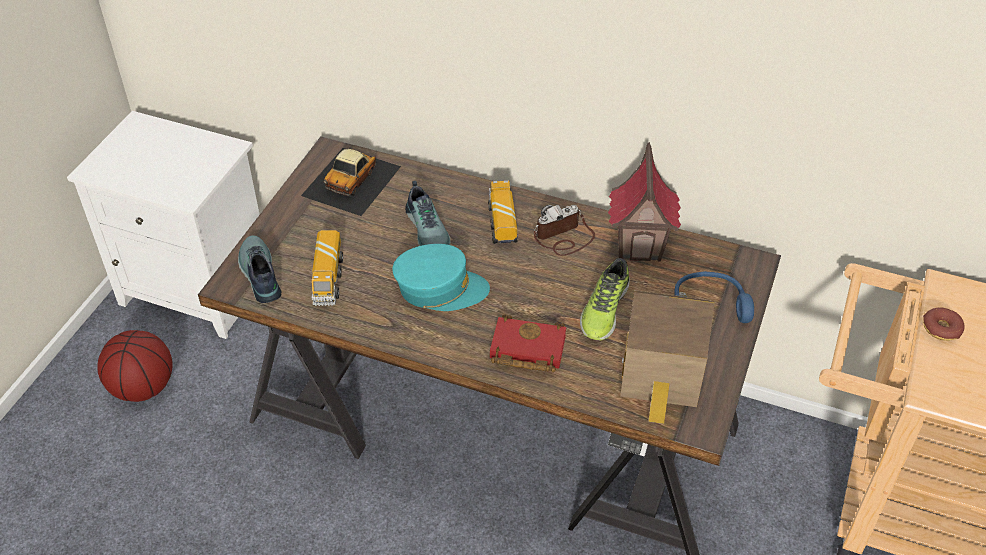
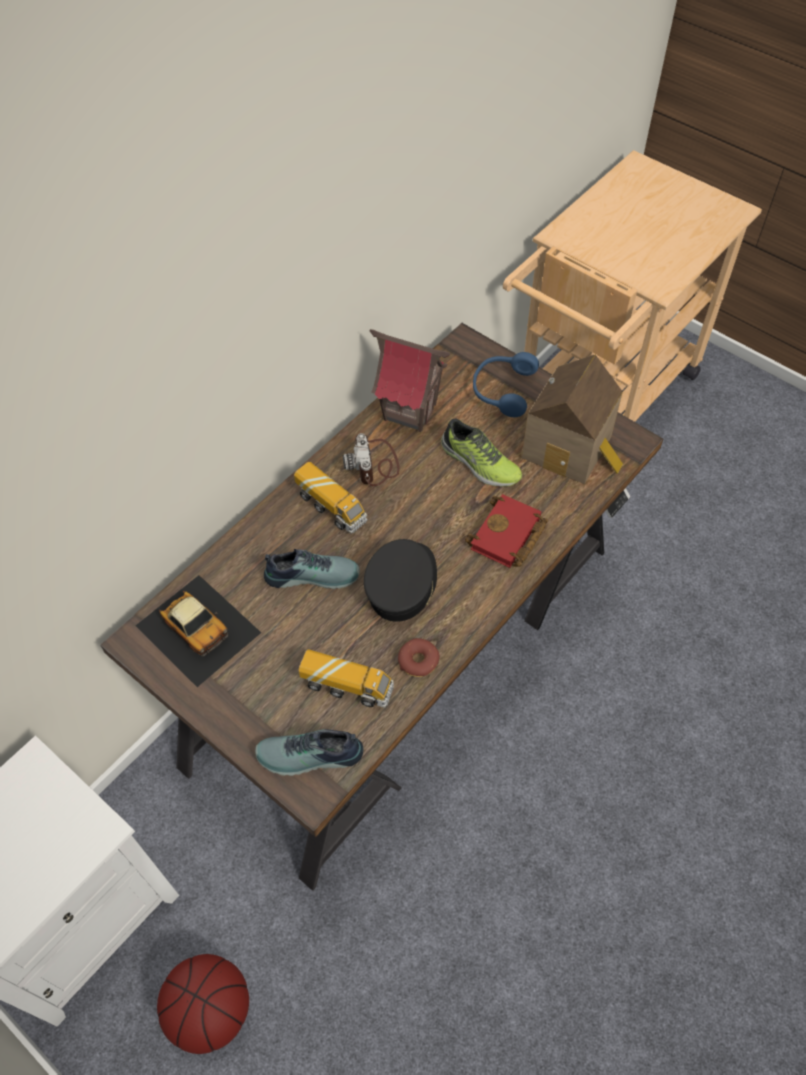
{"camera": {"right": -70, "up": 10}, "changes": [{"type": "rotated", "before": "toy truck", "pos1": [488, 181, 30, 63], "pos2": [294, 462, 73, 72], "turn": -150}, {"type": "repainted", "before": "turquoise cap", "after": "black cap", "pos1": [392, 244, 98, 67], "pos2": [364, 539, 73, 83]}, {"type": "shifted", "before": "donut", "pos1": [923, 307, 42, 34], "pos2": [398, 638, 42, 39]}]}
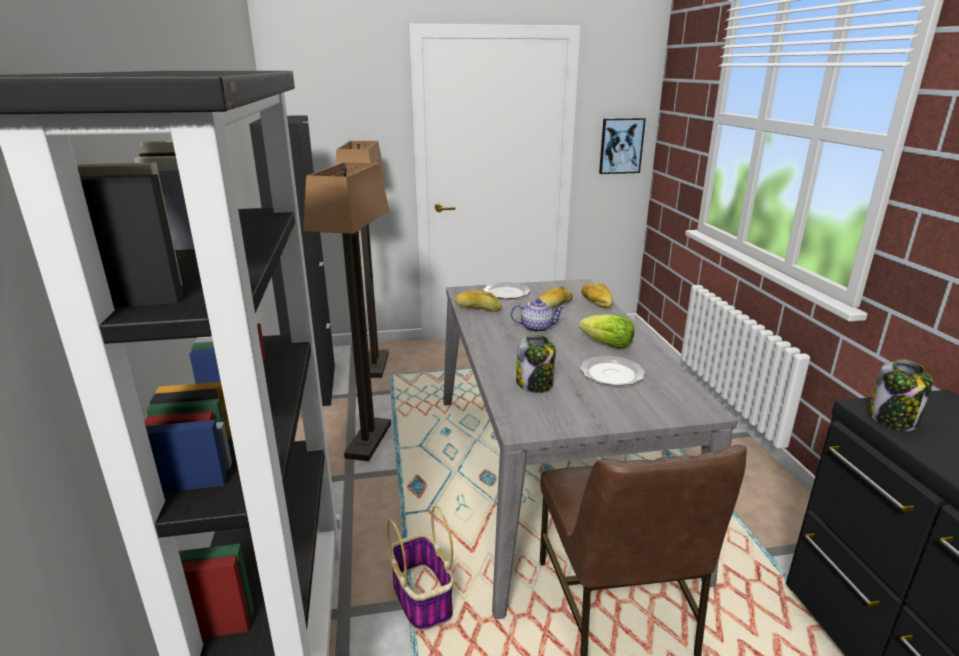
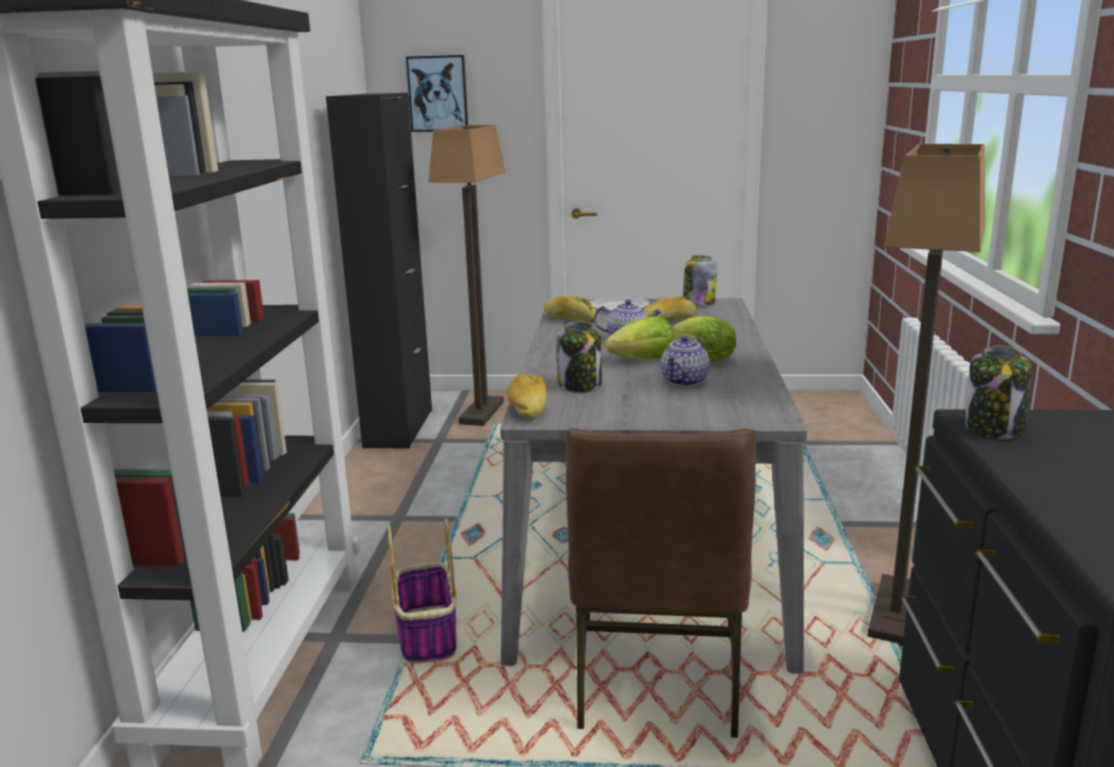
{"camera": {"right": 15, "up": -5}, "changes": [{"type": "shifted", "before": "picture", "pos1": [599, 118, 47, 56], "pos2": [406, 55, 62, 77]}, {"type": "shifted", "before": "bread", "pos1": [581, 283, 32, 25], "pos2": [507, 373, 40, 46]}, {"type": "new", "after": "lettuce", "pos2": [604, 316, 70, 44]}, {"type": "swapped", "before": "plate", "after": "teapot", "pos1": [580, 356, 65, 30], "pos2": [661, 336, 49, 51]}, {"type": "new", "after": "jar", "pos2": [683, 255, 34, 50]}, {"type": "shifted", "before": "floor lamp", "pos1": [303, 162, 88, 299], "pos2": [867, 144, 118, 502]}]}
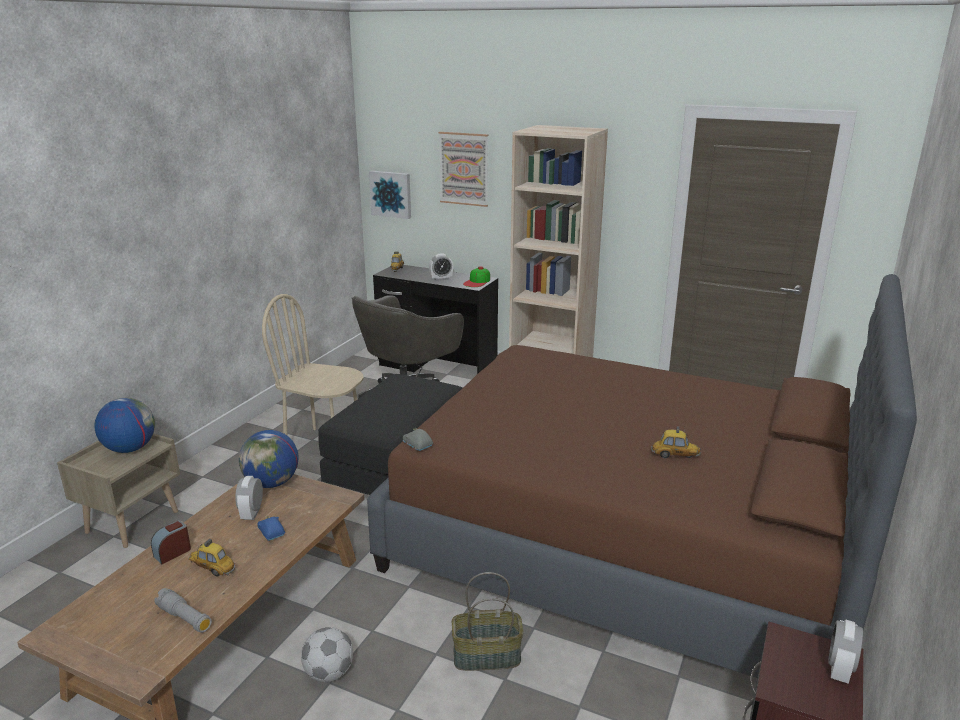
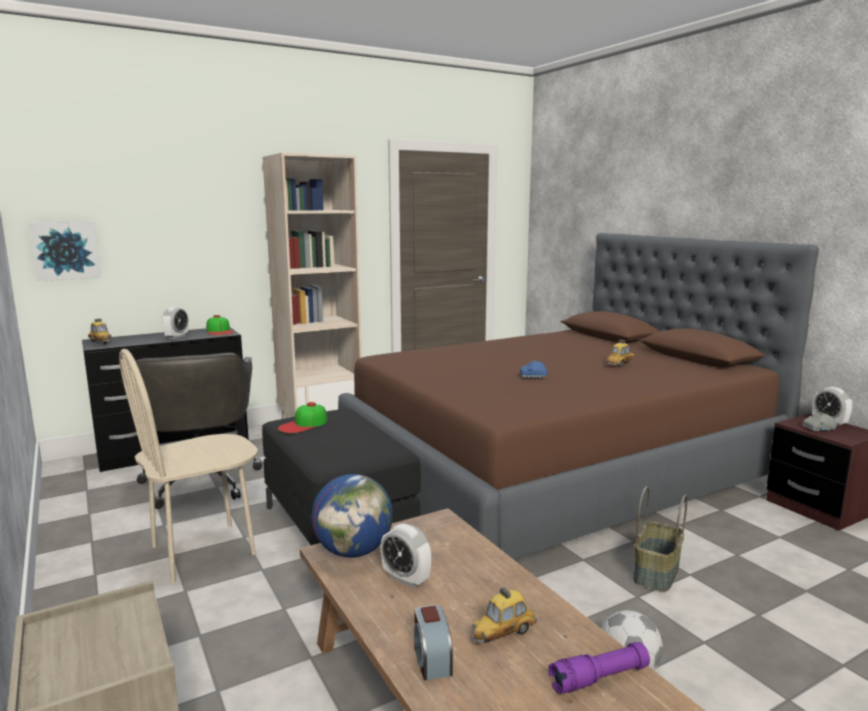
{"camera": {"right": -55, "up": -10}, "changes": [{"type": "new", "after": "cap", "pos2": [278, 402, 49, 31]}, {"type": "shifted", "before": "blue toy car", "pos1": [257, 516, 28, 25], "pos2": [520, 361, 27, 17]}, {"type": "repainted", "before": "grey flashlight", "after": "purple flashlight", "pos1": [154, 588, 58, 45], "pos2": [548, 642, 102, 52]}, {"type": "shifted", "before": "grey toy car", "pos1": [403, 429, 30, 22], "pos2": [803, 412, 34, 20]}, {"type": "gone", "before": "globe", "pos1": [94, 398, 61, 55]}, {"type": "gone", "before": "picture", "pos1": [439, 132, 49, 75]}]}
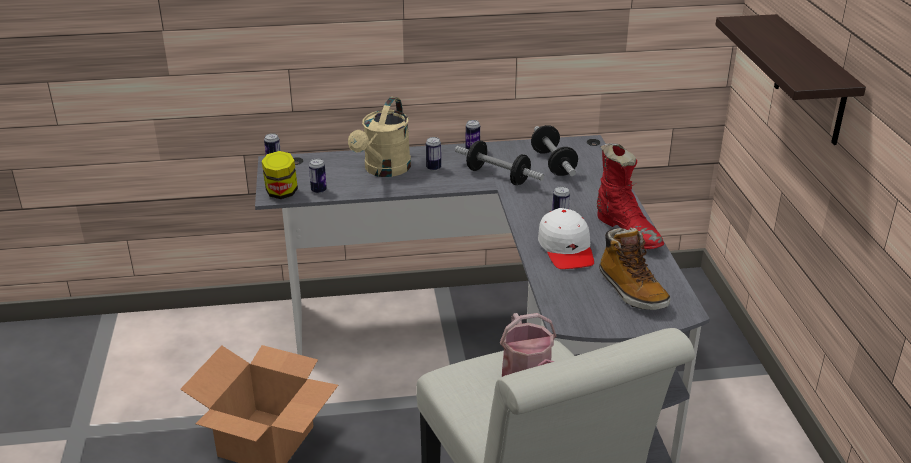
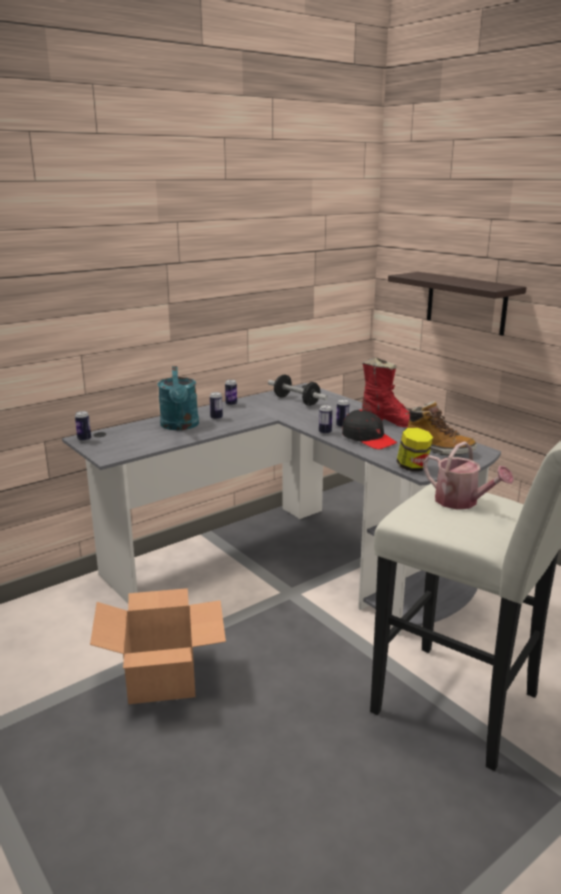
{"camera": {"right": -30, "up": -10}, "changes": [{"type": "repainted", "before": "beige watering can", "after": "turquoise watering can", "pos1": [348, 97, 63, 80], "pos2": [158, 366, 41, 64]}, {"type": "shifted", "before": "can", "pos1": [309, 159, 18, 35], "pos2": [319, 405, 13, 29]}, {"type": "repainted", "before": "white cap", "after": "black cap", "pos1": [538, 208, 56, 61], "pos2": [342, 409, 55, 40]}, {"type": "shifted", "before": "jar", "pos1": [262, 151, 36, 48], "pos2": [397, 428, 36, 44]}, {"type": "gone", "before": "dumbbell", "pos1": [455, 141, 89, 44]}]}
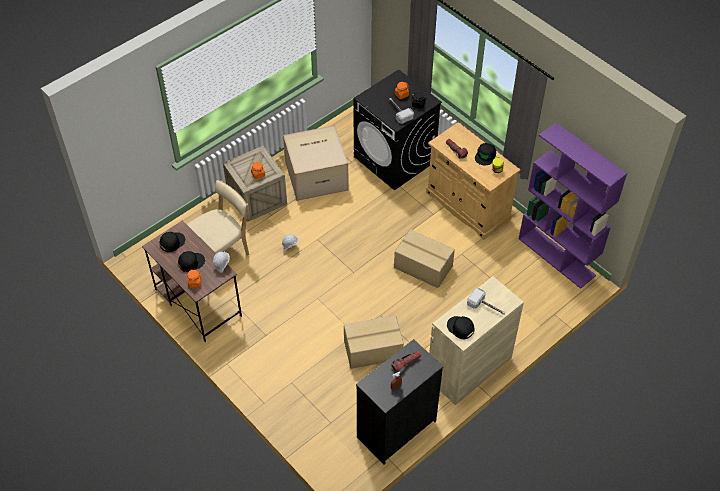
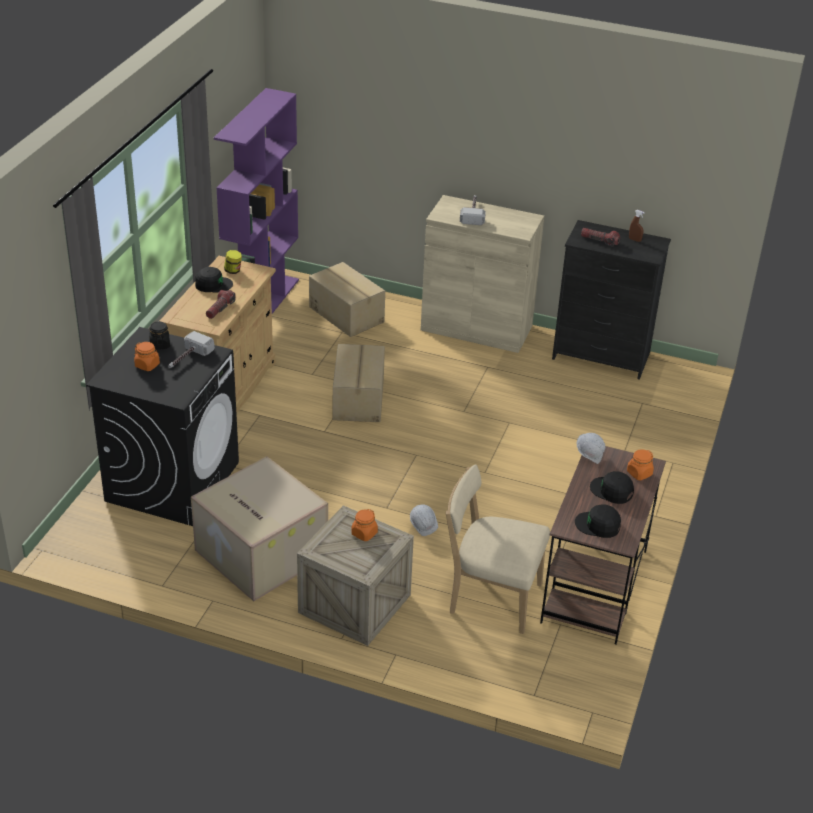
{"camera": {"right": -120, "up": -15}, "changes": [{"type": "shifted", "before": "cardboard box", "pos1": [344, 315, 60, 54], "pos2": [309, 262, 76, 75]}, {"type": "gone", "before": "black cap", "pos1": [447, 316, 27, 23]}]}
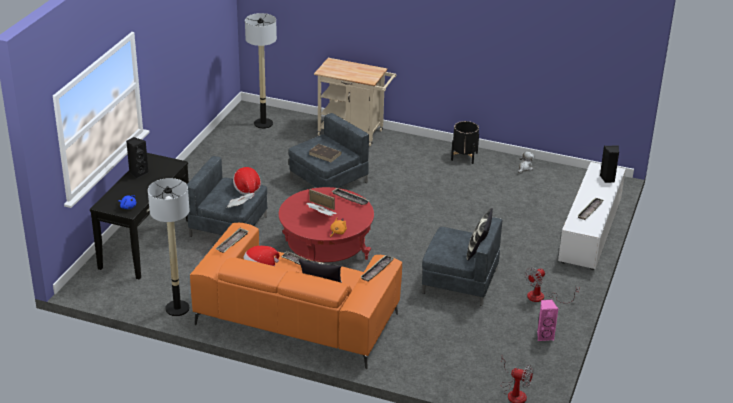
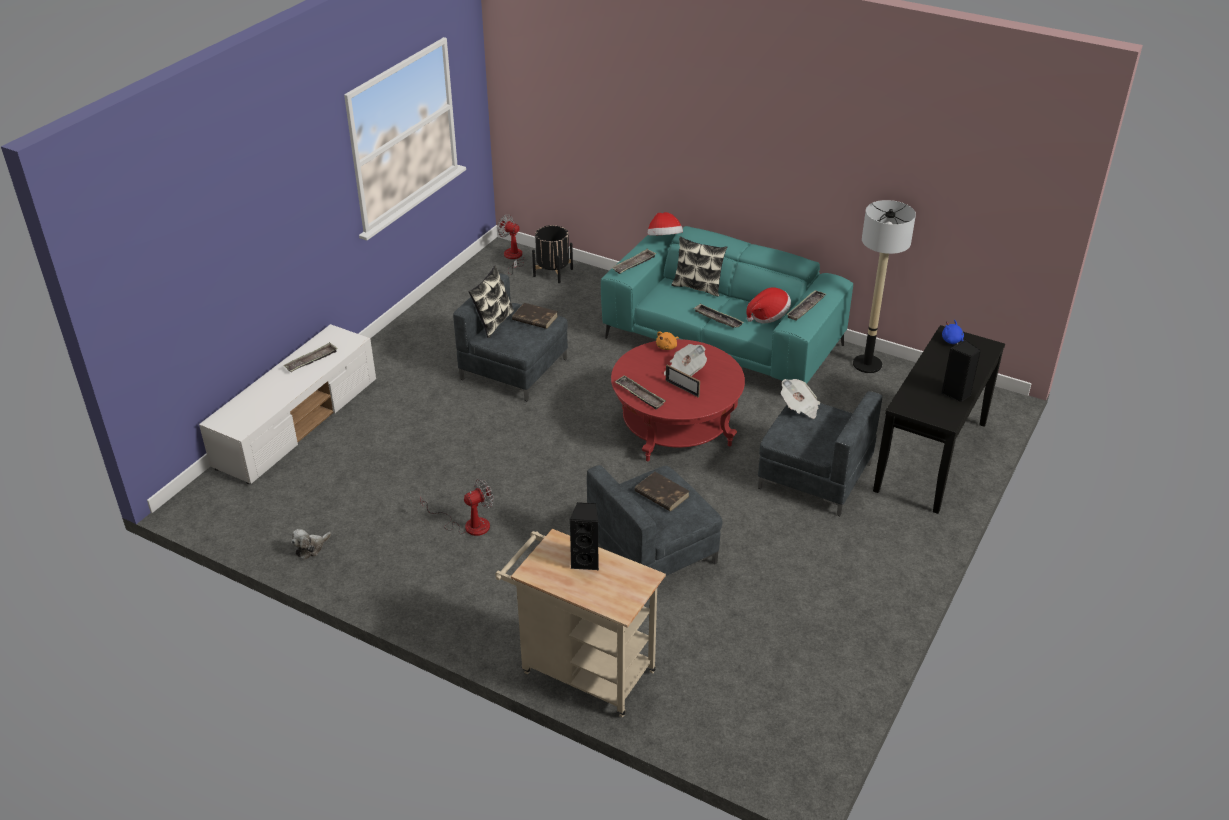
{"camera": {"right": -170, "up": 5}, "changes": [{"type": "shifted", "before": "fan", "pos1": [525, 267, 54, 36], "pos2": [420, 479, 74, 57]}, {"type": "new", "after": "brown book", "pos2": [512, 303, 46, 26]}, {"type": "shifted", "before": "black planter", "pos1": [451, 121, 28, 43], "pos2": [532, 225, 41, 58]}, {"type": "shifted", "before": "black speaker", "pos1": [600, 145, 19, 38], "pos2": [570, 502, 29, 68]}, {"type": "repainted", "before": "orange sofa", "after": "turquoise sofa", "pos1": [190, 223, 212, 146], "pos2": [601, 226, 252, 158]}, {"type": "shifted", "before": "hat", "pos1": [233, 167, 28, 30], "pos2": [648, 212, 35, 24]}, {"type": "gone", "before": "floor lamp", "pos1": [245, 13, 32, 116]}, {"type": "gone", "before": "pink speaker", "pos1": [537, 299, 21, 42]}]}
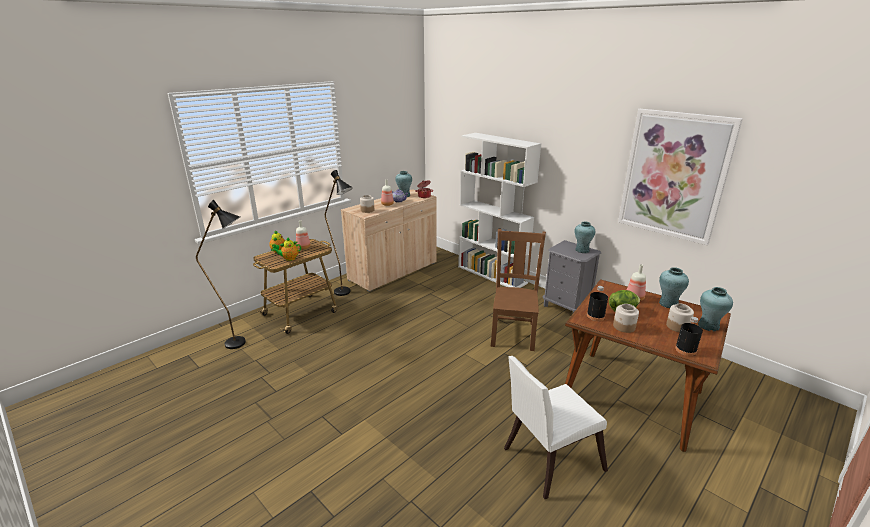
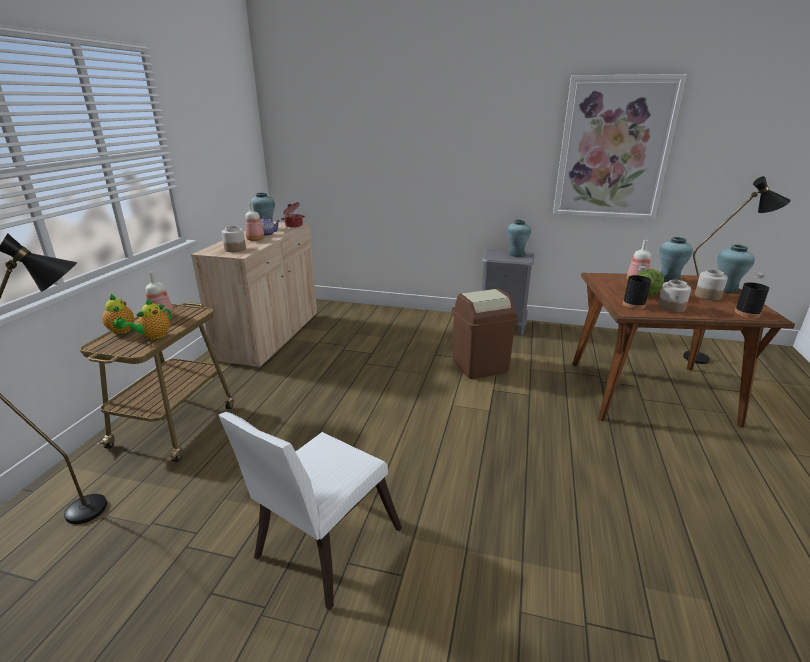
{"camera": {"right": -30, "up": 0}, "changes": [{"type": "shifted", "before": "white chair", "pos1": [504, 356, 104, 143], "pos2": [218, 412, 184, 199]}, {"type": "swapped", "before": "brown chair", "after": "brown trash can", "pos1": [491, 229, 55, 122], "pos2": [452, 289, 66, 90]}, {"type": "shifted", "before": "black floor lamp", "pos1": [325, 170, 28, 126], "pos2": [683, 176, 108, 188]}, {"type": "gone", "before": "white bookcase", "pos1": [458, 133, 83, 155]}]}
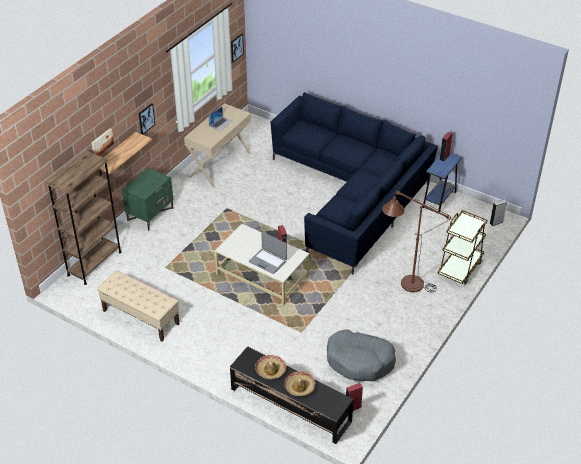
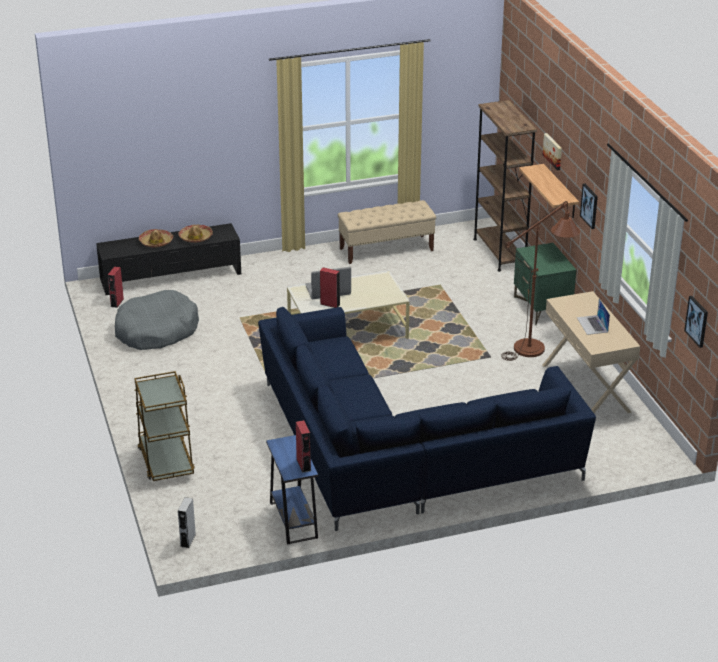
{"camera": {"right": 130, "up": -10}, "changes": [{"type": "shifted", "before": "brown floor lamp", "pos1": [382, 190, 69, 102], "pos2": [501, 201, 79, 160]}]}
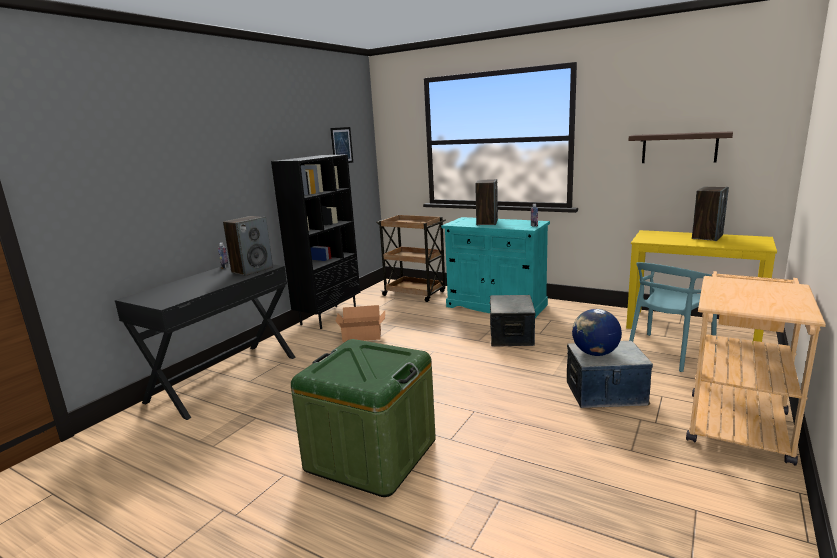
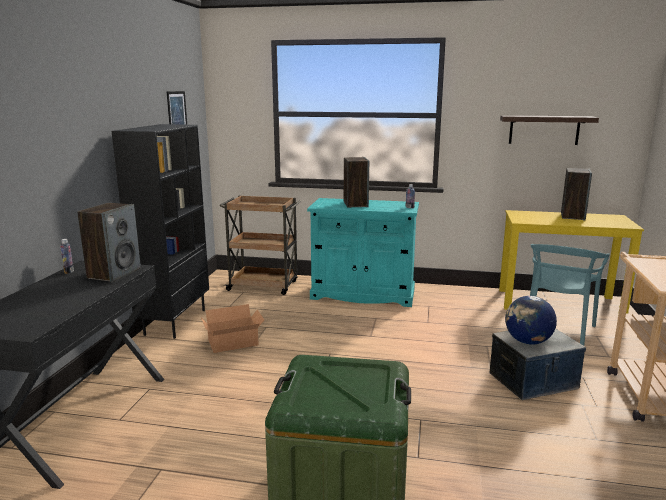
{"camera": {"right": -20, "up": 0}, "changes": [{"type": "gone", "before": "storage box", "pos1": [490, 295, 46, 51]}]}
